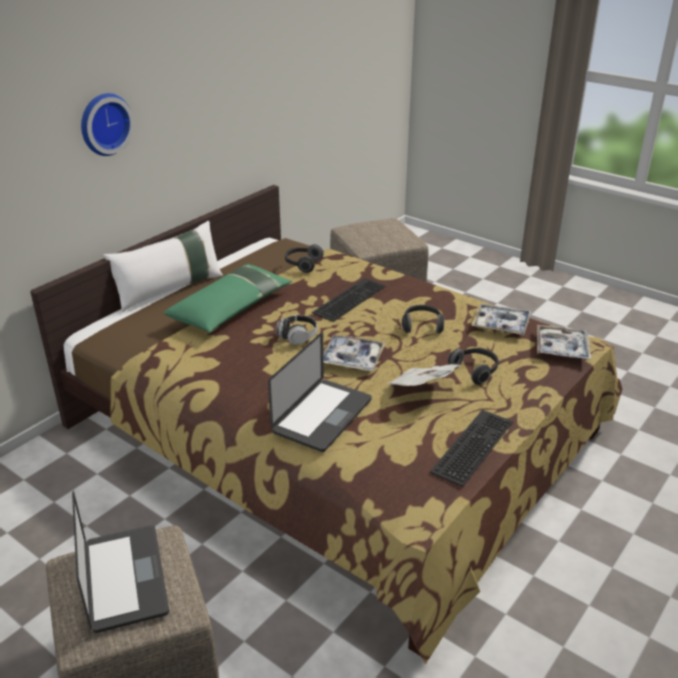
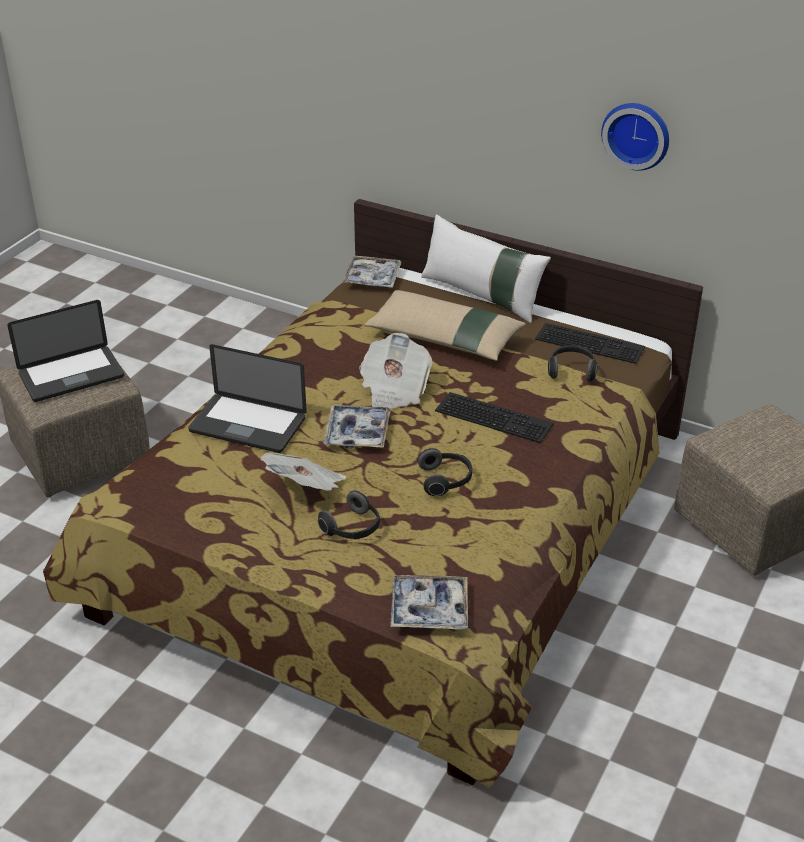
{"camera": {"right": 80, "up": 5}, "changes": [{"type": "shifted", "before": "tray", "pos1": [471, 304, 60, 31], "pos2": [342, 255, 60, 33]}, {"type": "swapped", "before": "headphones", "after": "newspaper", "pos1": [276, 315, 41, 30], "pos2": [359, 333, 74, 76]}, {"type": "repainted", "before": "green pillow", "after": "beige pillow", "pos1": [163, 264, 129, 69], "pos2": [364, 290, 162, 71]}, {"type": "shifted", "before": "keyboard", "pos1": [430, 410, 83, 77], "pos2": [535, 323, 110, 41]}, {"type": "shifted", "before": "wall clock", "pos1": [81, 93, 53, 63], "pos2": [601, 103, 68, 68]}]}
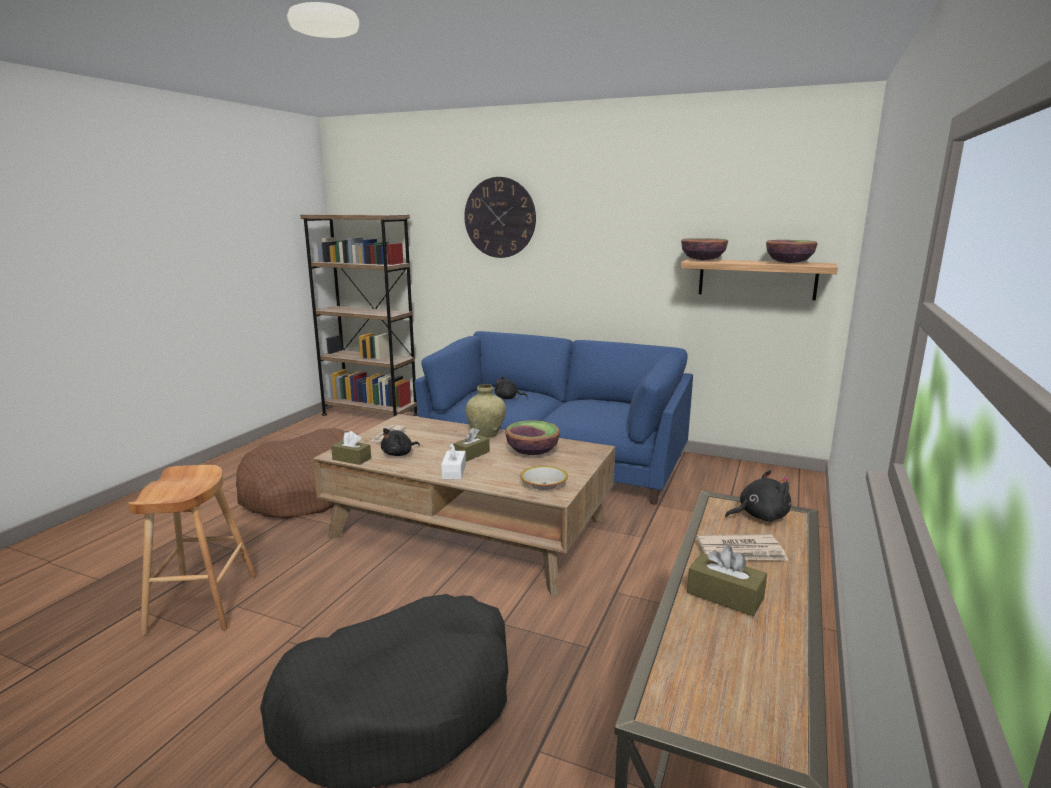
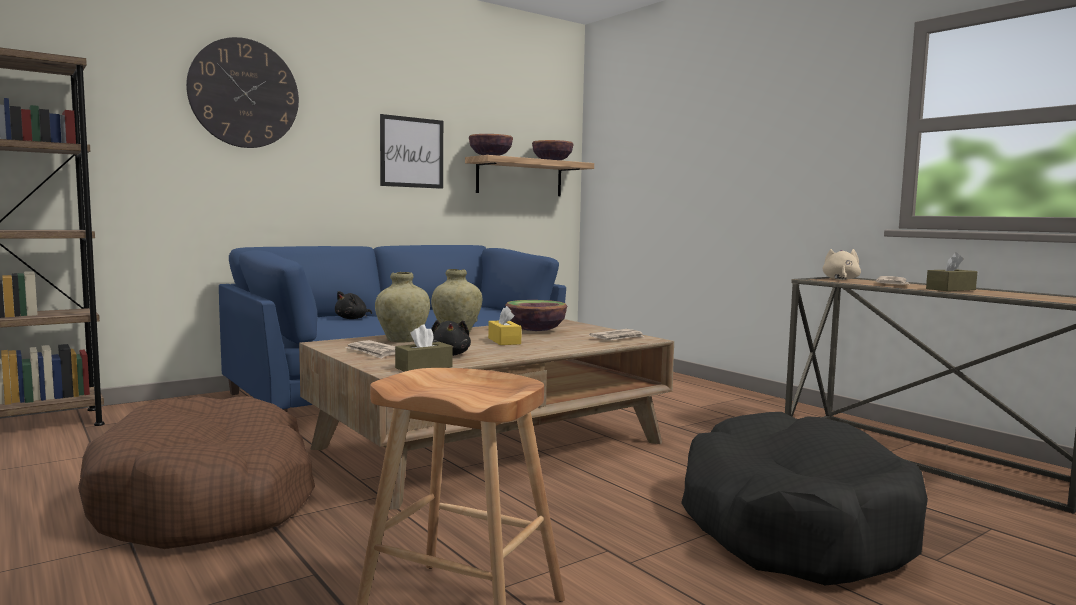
{"camera": {"right": -60, "up": -10}, "changes": [{"type": "new", "after": "beige vase", "pos2": [375, 272, 55, 71]}, {"type": "new", "after": "picture", "pos2": [380, 114, 63, 75]}, {"type": "repainted", "before": "brown tissue box", "after": "yellow tissue box", "pos1": [453, 428, 37, 34], "pos2": [488, 306, 34, 39]}, {"type": "swapped", "before": "bowl", "after": "newspaper", "pos1": [520, 466, 48, 24], "pos2": [589, 329, 55, 11]}, {"type": "repainted", "before": "black plush toy", "after": "beige plush toy", "pos1": [725, 470, 66, 52], "pos2": [822, 249, 39, 31]}, {"type": "gone", "before": "white tissue box", "pos1": [441, 443, 25, 36]}]}
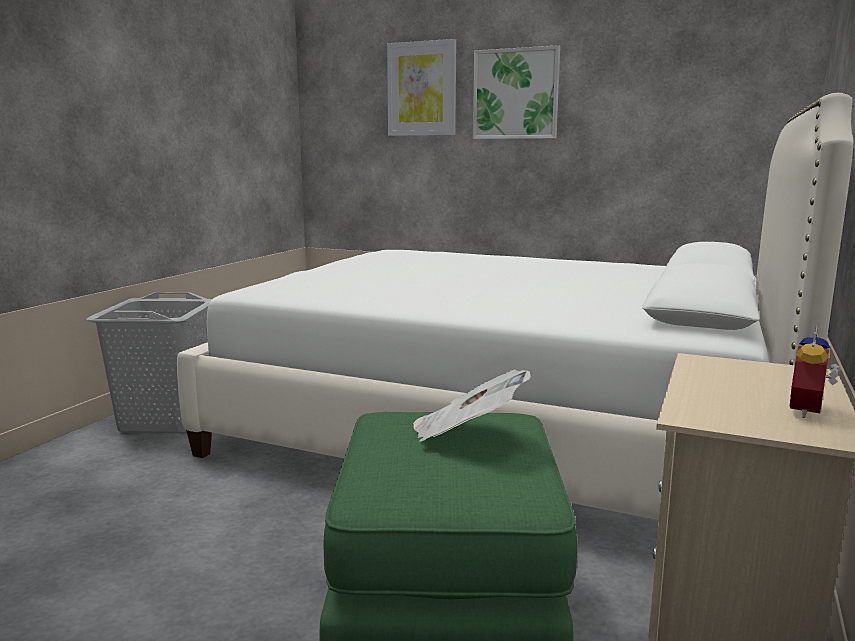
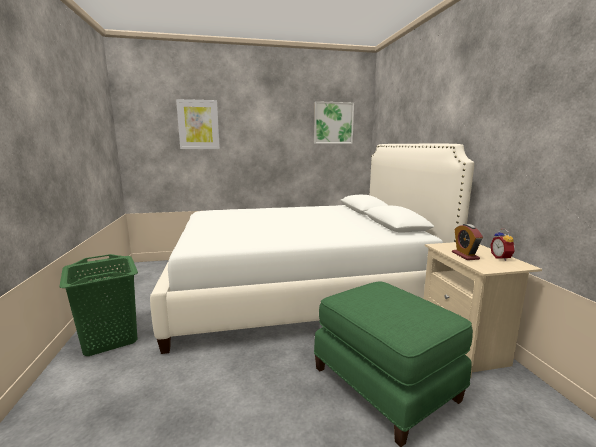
{"camera": {"right": -35, "up": 0}, "changes": [{"type": "repainted", "before": "grey laundry basket", "after": "green laundry basket", "pos1": [86, 292, 126, 141], "pos2": [59, 254, 79, 102]}, {"type": "shifted", "before": "picture", "pos1": [473, 45, 87, 94], "pos2": [314, 101, 40, 43]}, {"type": "new", "after": "alarm clock", "pos2": [452, 224, 31, 36]}, {"type": "gone", "before": "newspaper", "pos1": [413, 369, 118, 73]}]}
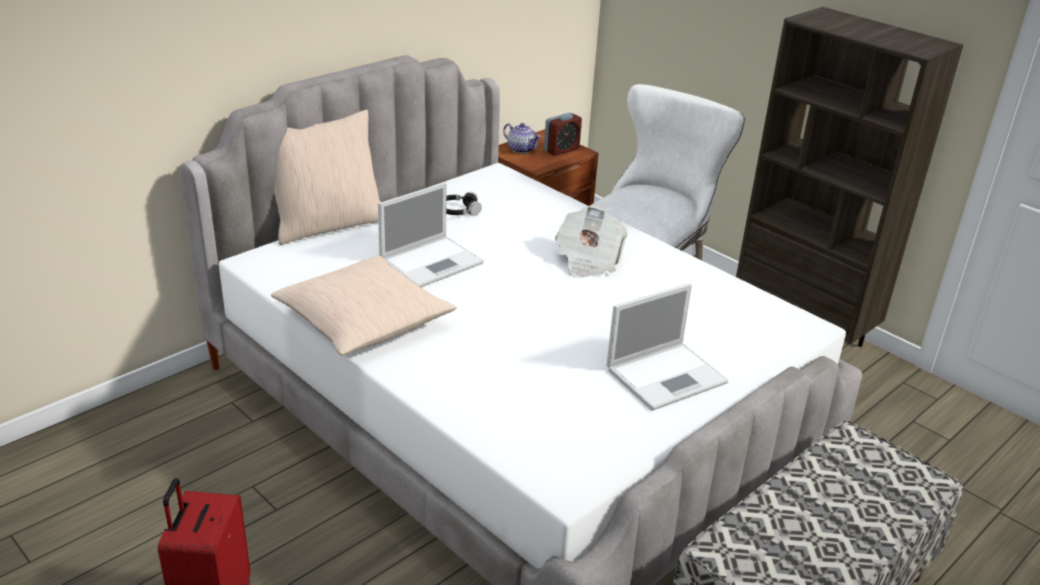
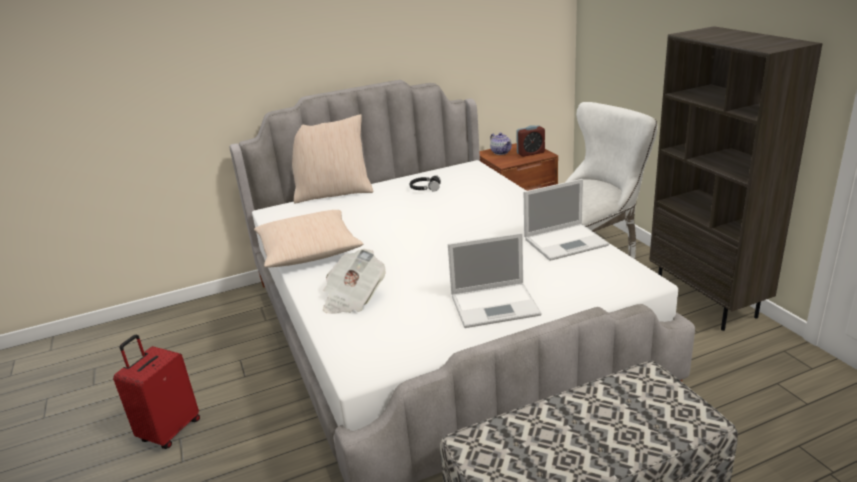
{"camera": {"right": 25, "up": -5}, "changes": [{"type": "shifted", "before": "newspaper", "pos1": [555, 206, 72, 72], "pos2": [323, 249, 63, 65]}, {"type": "shifted", "before": "laptop", "pos1": [378, 182, 106, 105], "pos2": [524, 179, 85, 82]}]}
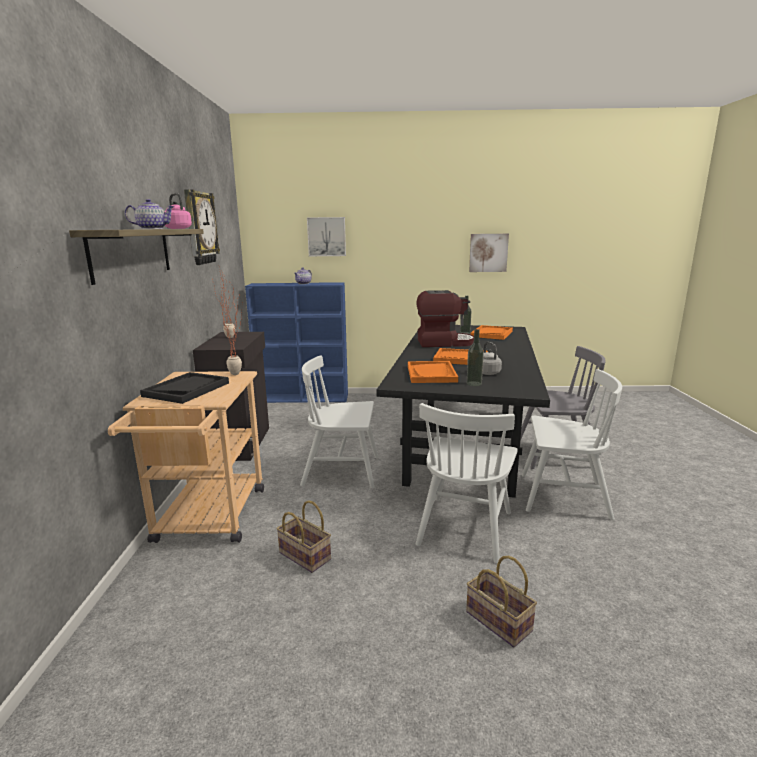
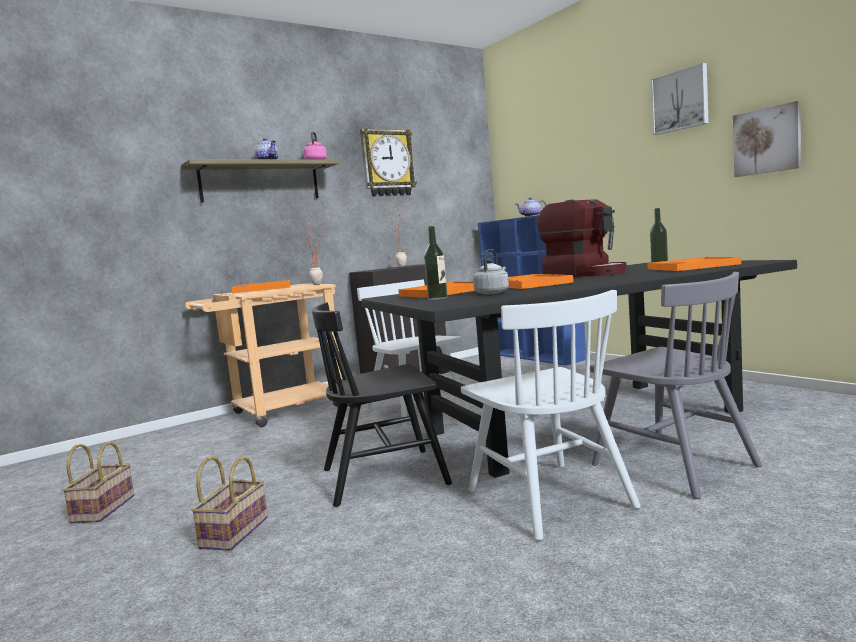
{"camera": {"right": 55, "up": -10}, "changes": [{"type": "shifted", "before": "basket", "pos1": [276, 500, 55, 73], "pos2": [62, 442, 72, 82]}, {"type": "repainted", "before": "black tray", "after": "orange tray", "pos1": [140, 372, 89, 32], "pos2": [231, 280, 60, 14]}, {"type": "repainted", "before": "white chair", "after": "black chair", "pos1": [416, 403, 102, 160], "pos2": [312, 303, 140, 204]}, {"type": "shifted", "before": "picture", "pos1": [307, 217, 39, 39], "pos2": [651, 63, 58, 72]}]}
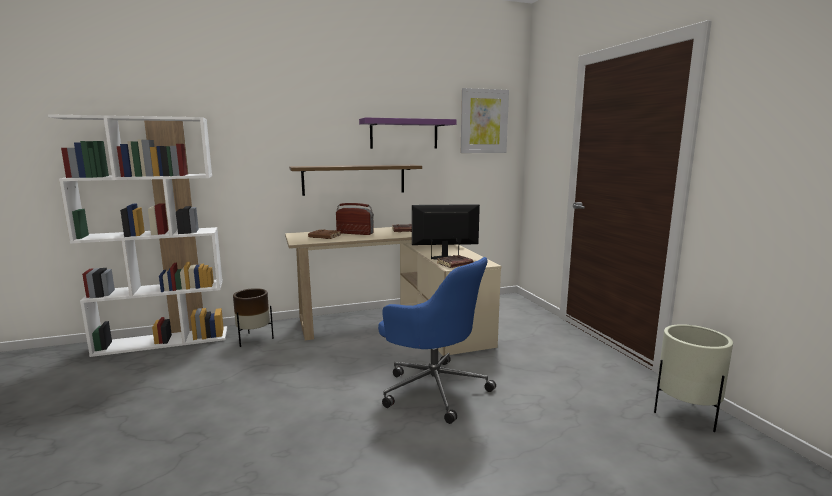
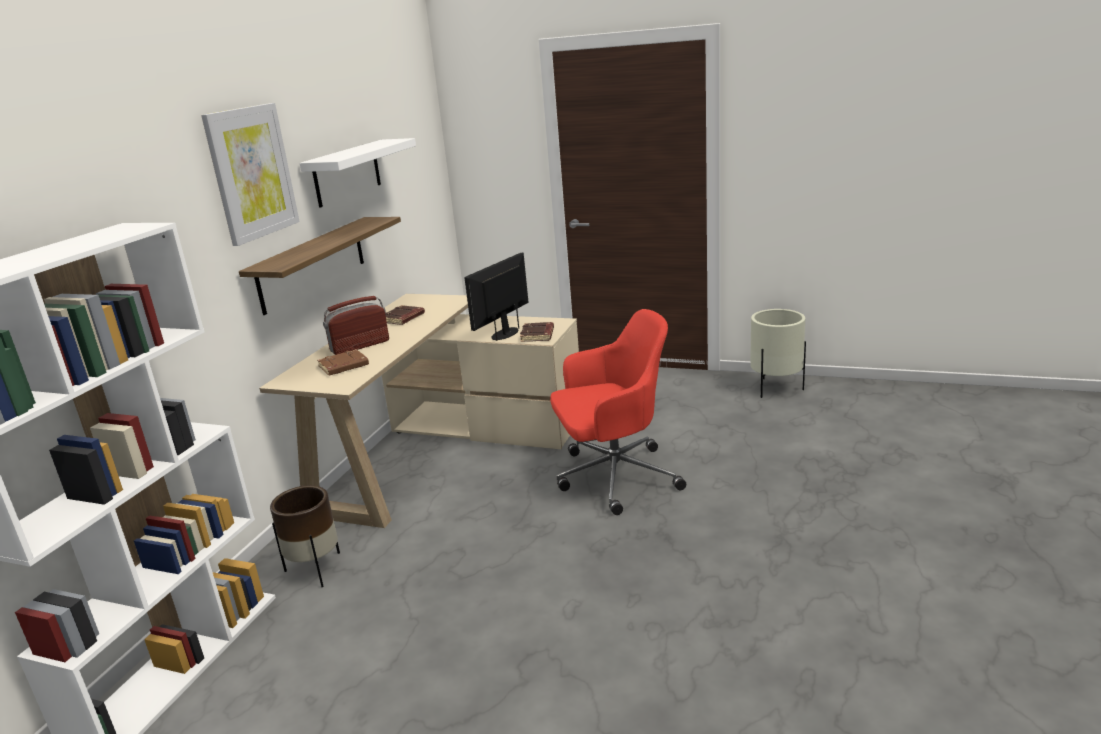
{"camera": {"right": -50, "up": 10}, "changes": [{"type": "shifted", "before": "picture", "pos1": [461, 88, 48, 65], "pos2": [201, 103, 99, 143]}, {"type": "repainted", "before": "purple shelf", "after": "white shelf", "pos1": [359, 117, 98, 32], "pos2": [299, 138, 117, 70]}, {"type": "repainted", "before": "blue office chair", "after": "red office chair", "pos1": [378, 257, 118, 167], "pos2": [550, 309, 136, 206]}]}
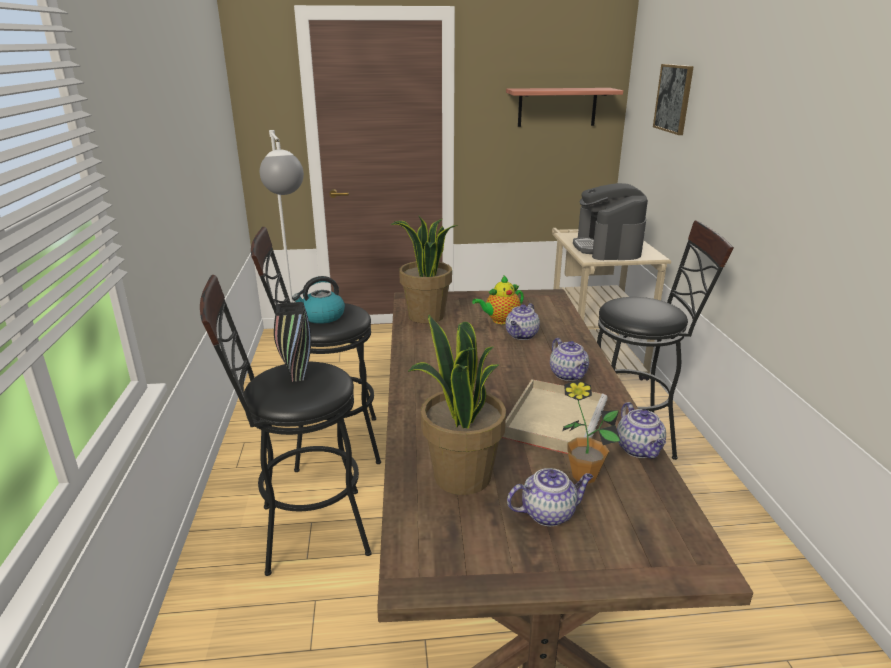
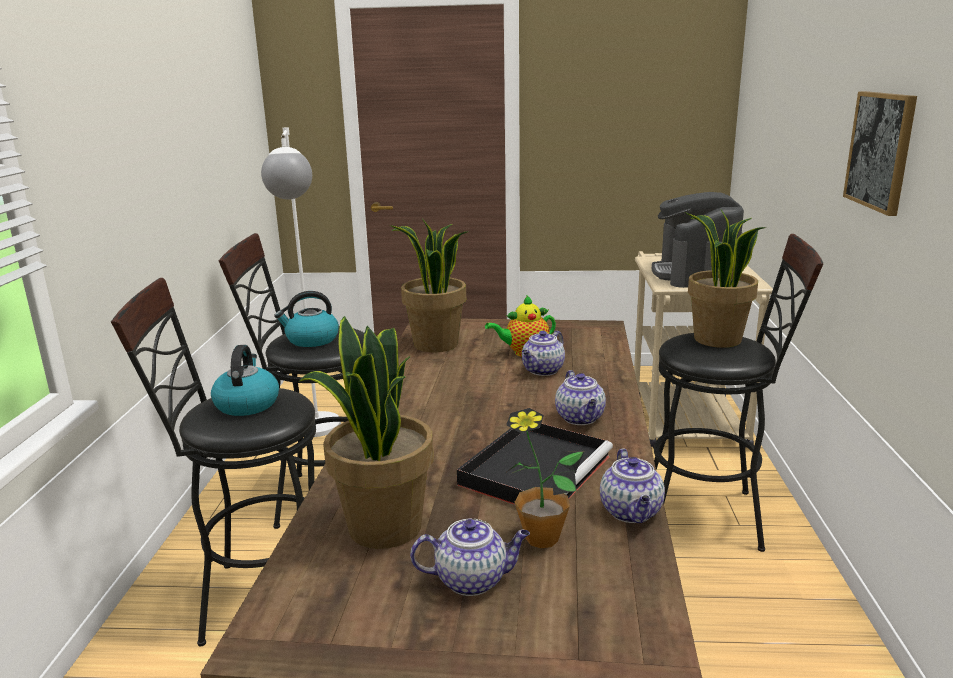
{"camera": {"right": 10, "up": -5}, "changes": [{"type": "swapped", "before": "black vase", "after": "kettle", "pos1": [274, 302, 37, 80], "pos2": [211, 345, 68, 71]}, {"type": "repainted", "before": "beige tray", "after": "black tray", "pos1": [502, 379, 106, 75], "pos2": [457, 423, 156, 82]}, {"type": "new", "after": "potted plant", "pos2": [685, 210, 82, 138]}, {"type": "shifted", "before": "picture", "pos1": [653, 64, 41, 71], "pos2": [843, 91, 74, 125]}, {"type": "gone", "before": "shelf", "pos1": [506, 88, 117, 39]}]}
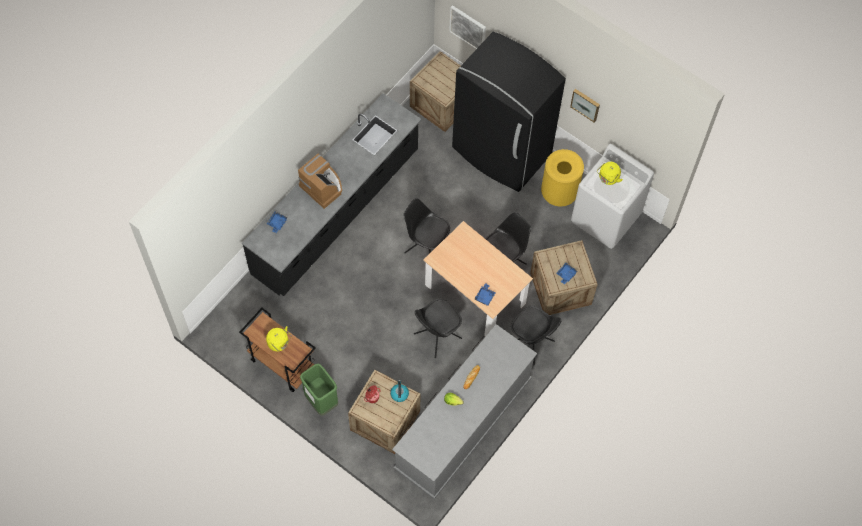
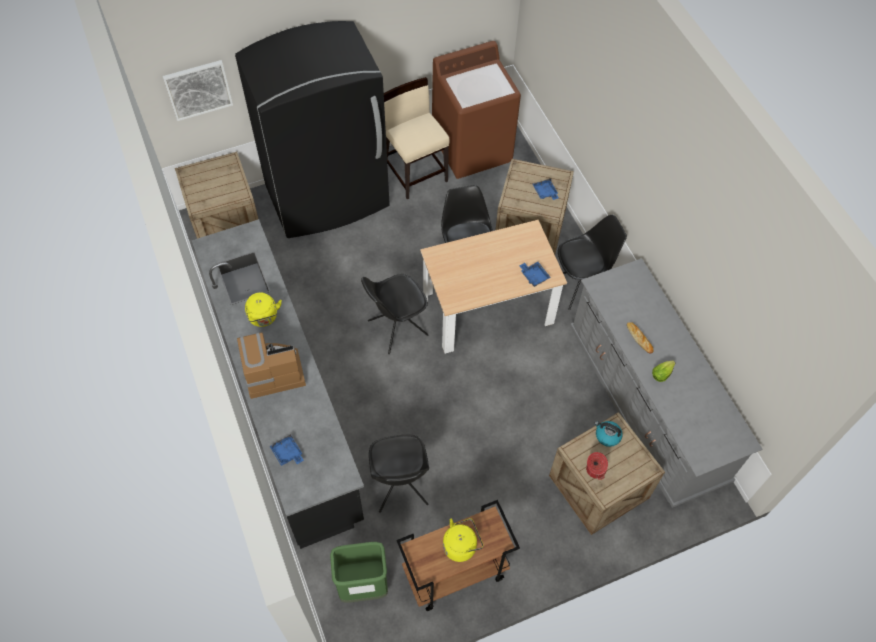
{"camera": {"right": -60, "up": -5}, "changes": [{"type": "shifted", "before": "yellow kettle", "pos1": [597, 162, 26, 23], "pos2": [245, 292, 37, 35]}, {"type": "shifted", "before": "green trash can", "pos1": [300, 364, 38, 52], "pos2": [330, 542, 58, 61]}, {"type": "shifted", "before": "black chair", "pos1": [414, 299, 48, 59], "pos2": [369, 435, 60, 78]}, {"type": "swapped", "before": "yellow trash can", "after": "beige chair", "pos1": [541, 149, 43, 58], "pos2": [384, 77, 66, 122]}, {"type": "repainted", "before": "white washing machine", "after": "brown washing machine", "pos1": [571, 144, 83, 105], "pos2": [432, 41, 89, 138]}, {"type": "gone", "before": "picture", "pos1": [570, 89, 30, 33]}]}
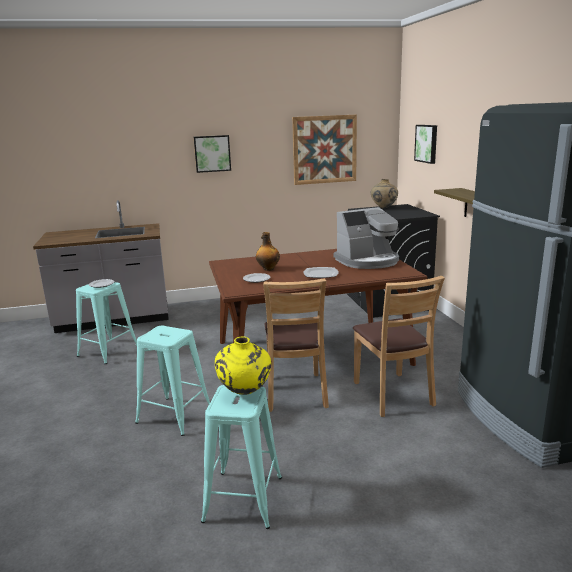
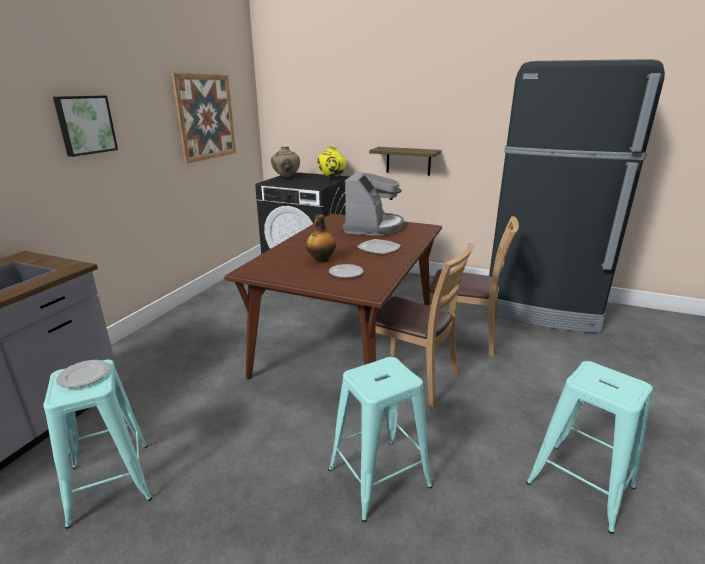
{"camera": {"right": -55, "up": 5}, "changes": [{"type": "shifted", "before": "yellow vase", "pos1": [215, 337, 56, 58], "pos2": [317, 146, 29, 33]}, {"type": "gone", "before": "picture", "pos1": [414, 125, 23, 39]}]}
